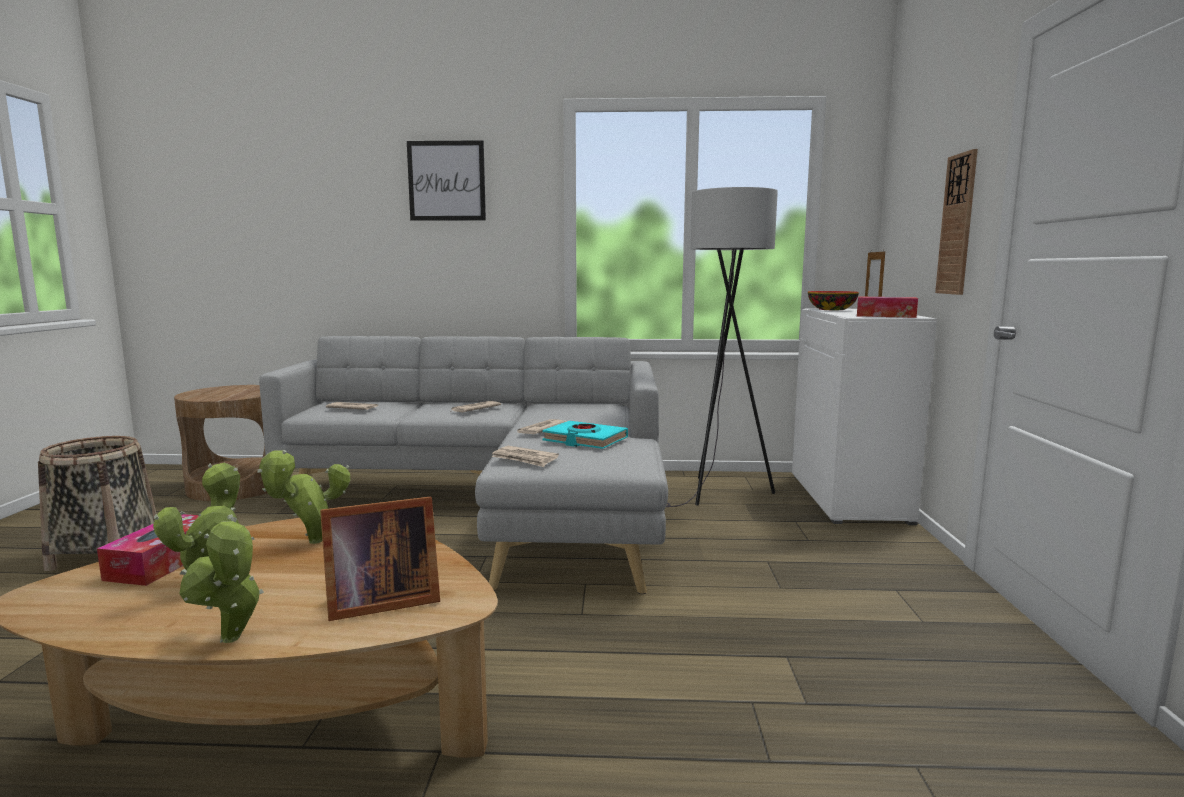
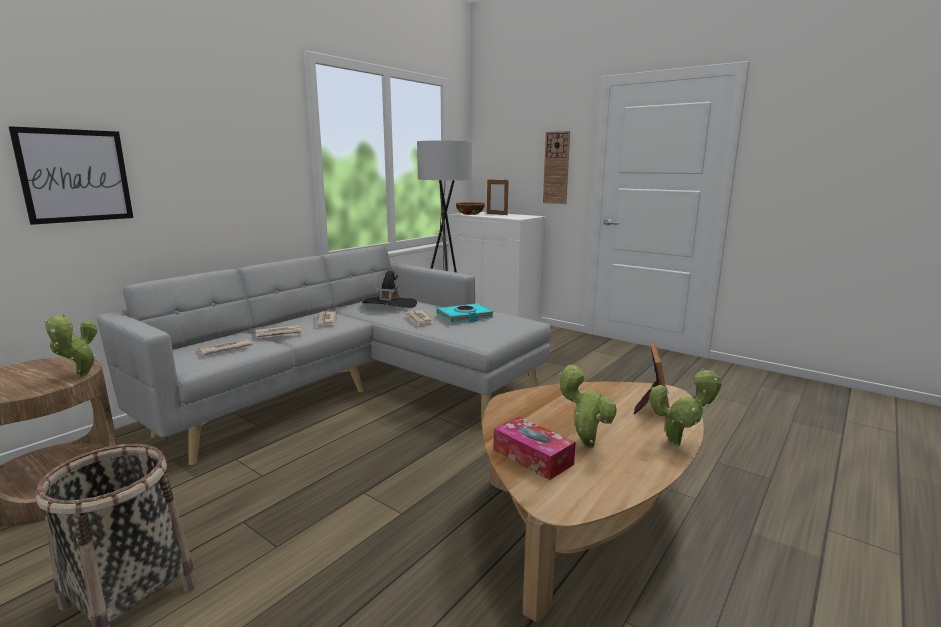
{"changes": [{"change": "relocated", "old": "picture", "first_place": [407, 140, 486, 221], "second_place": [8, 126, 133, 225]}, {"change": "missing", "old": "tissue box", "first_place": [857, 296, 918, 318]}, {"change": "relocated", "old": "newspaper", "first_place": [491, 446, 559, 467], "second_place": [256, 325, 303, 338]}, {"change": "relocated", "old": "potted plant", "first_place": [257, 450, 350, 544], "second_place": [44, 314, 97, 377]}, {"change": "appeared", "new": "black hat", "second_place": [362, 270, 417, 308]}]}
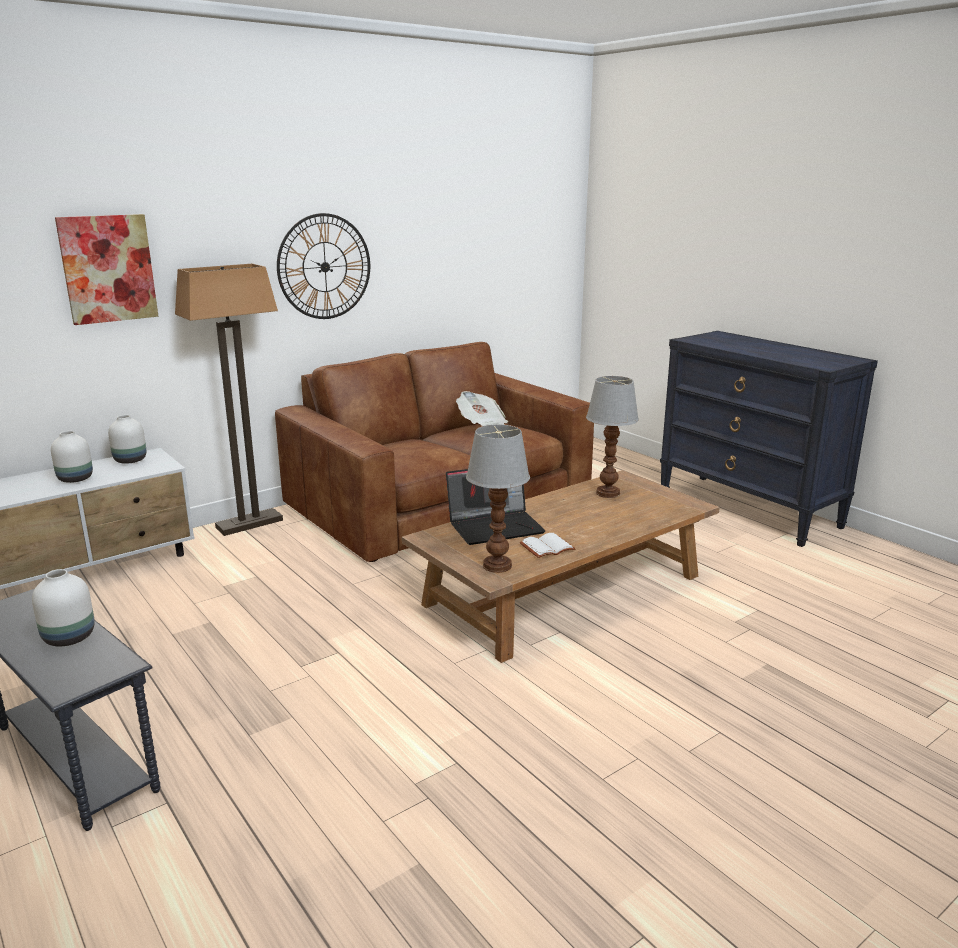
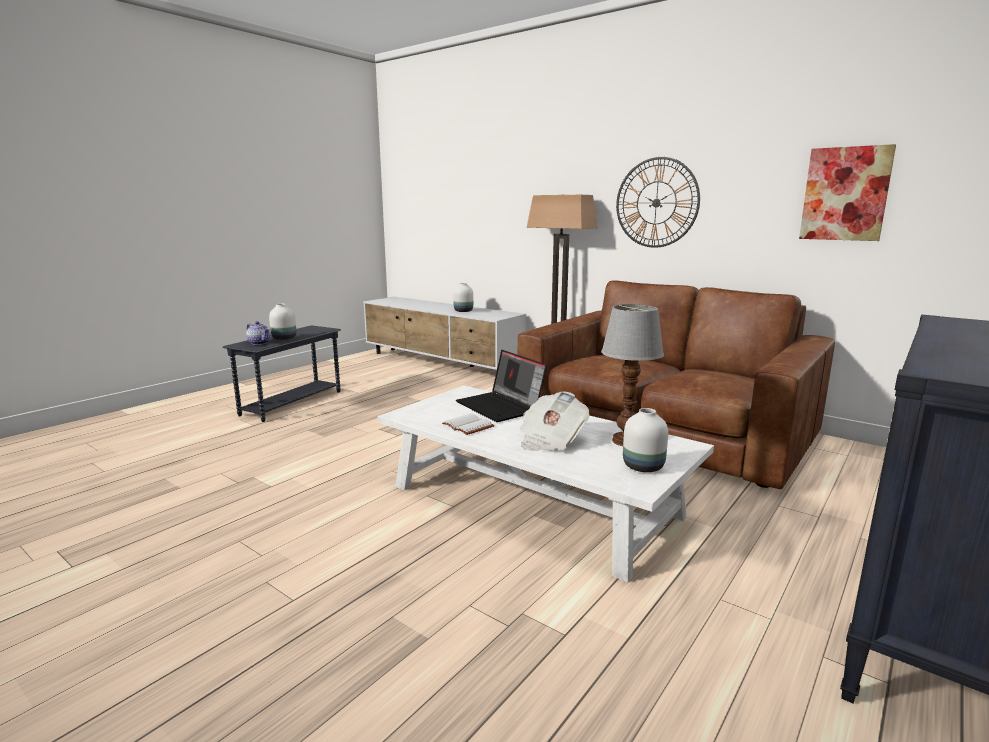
{"changes": [{"change": "relocated", "old": "picture", "first_place": [55, 214, 158, 325], "second_place": [799, 144, 896, 241]}, {"change": "relocated", "old": "newspaper", "first_place": [456, 391, 508, 426], "second_place": [520, 391, 590, 451]}, {"change": "relocated", "old": "white vase", "first_place": [108, 415, 146, 464], "second_place": [623, 408, 668, 472]}, {"change": "missing", "old": "table lamp", "first_place": [466, 425, 530, 573]}, {"change": "colour", "old": "brown coffee table", "new": "white coffee table", "first_place": [402, 470, 720, 663], "second_place": [378, 386, 714, 582]}, {"change": "appeared", "new": "teapot", "second_place": [246, 321, 271, 345]}]}
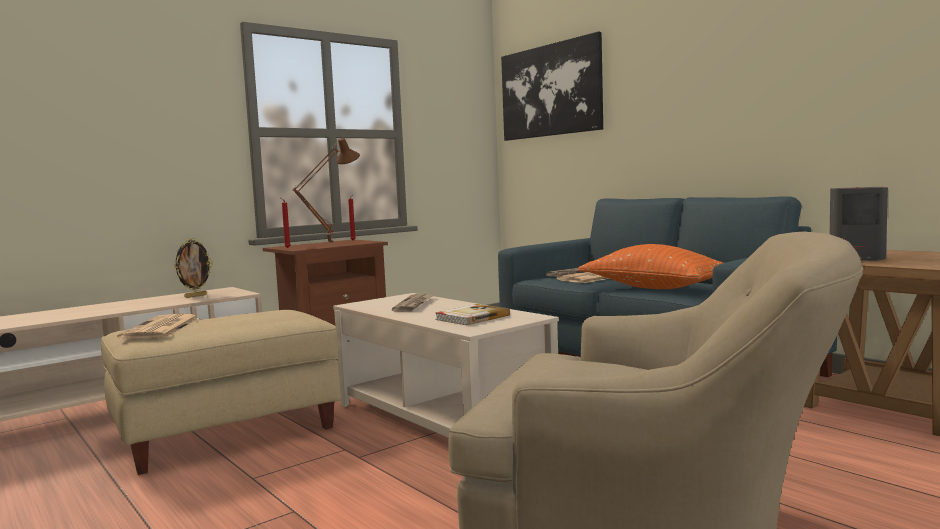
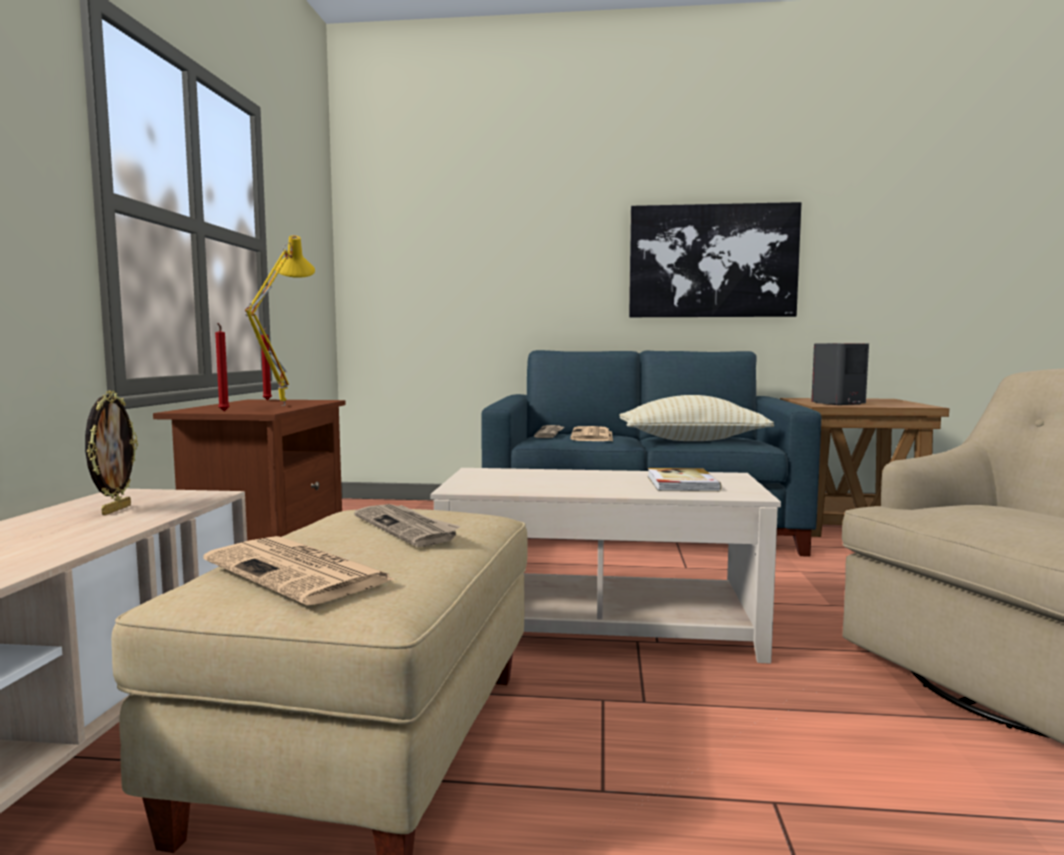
{"changes": [{"change": "relocated", "old": "picture", "first_place": [501, 32, 603, 141], "second_place": [629, 202, 802, 317]}, {"change": "colour", "old": "brown table lamp", "new": "yellow table lamp", "first_place": [292, 138, 360, 245], "second_place": [245, 235, 315, 406]}, {"change": "colour", "old": "orange pillow", "new": "beige pillow", "first_place": [578, 244, 723, 289], "second_place": [619, 395, 774, 441]}, {"change": "relocated", "old": "newspaper", "first_place": [392, 294, 434, 312], "second_place": [354, 504, 461, 547]}]}
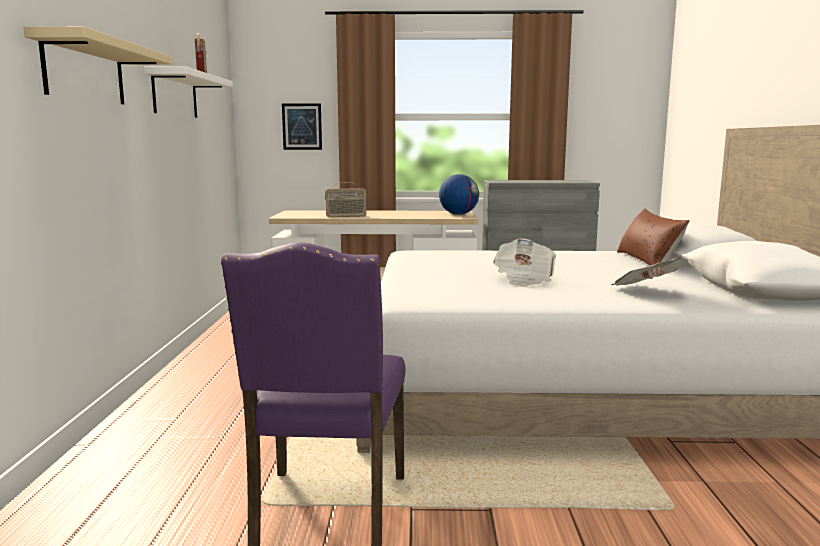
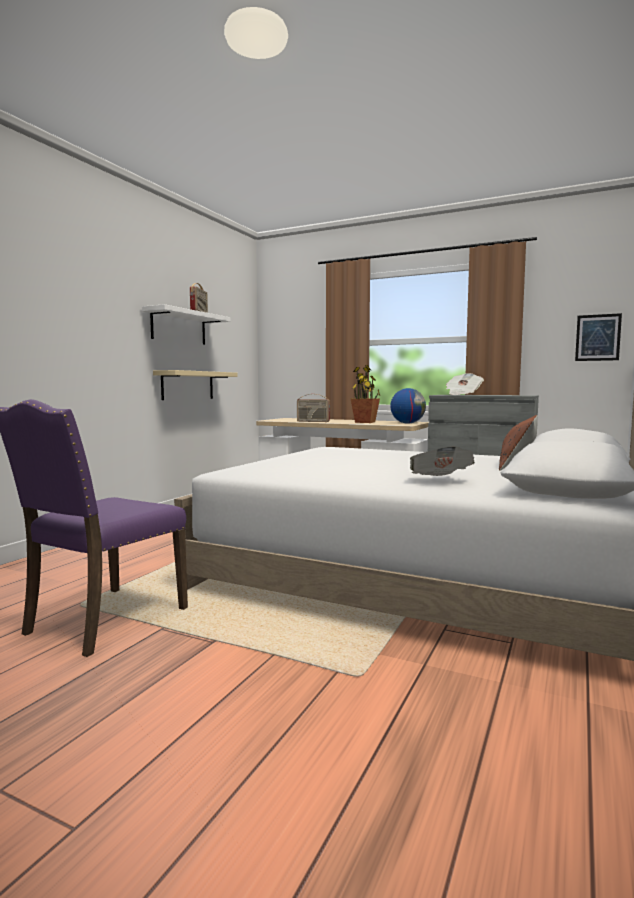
{"changes": [{"change": "relocated", "old": "beige shelf", "first_place": [23, 26, 172, 104], "second_place": [153, 370, 238, 400]}, {"change": "relocated", "old": "picture", "first_place": [282, 103, 322, 150], "second_place": [575, 313, 622, 361]}, {"change": "relocated", "old": "newspaper", "first_place": [493, 239, 556, 287], "second_place": [446, 373, 484, 395]}, {"change": "appeared", "new": "potted plant", "second_place": [351, 365, 380, 423]}]}
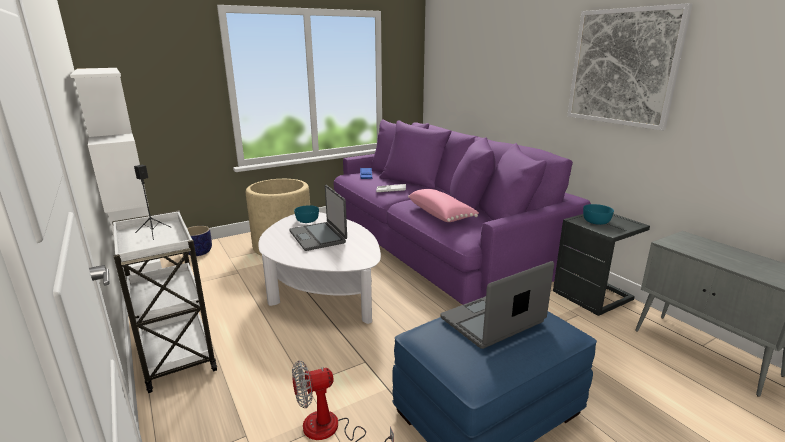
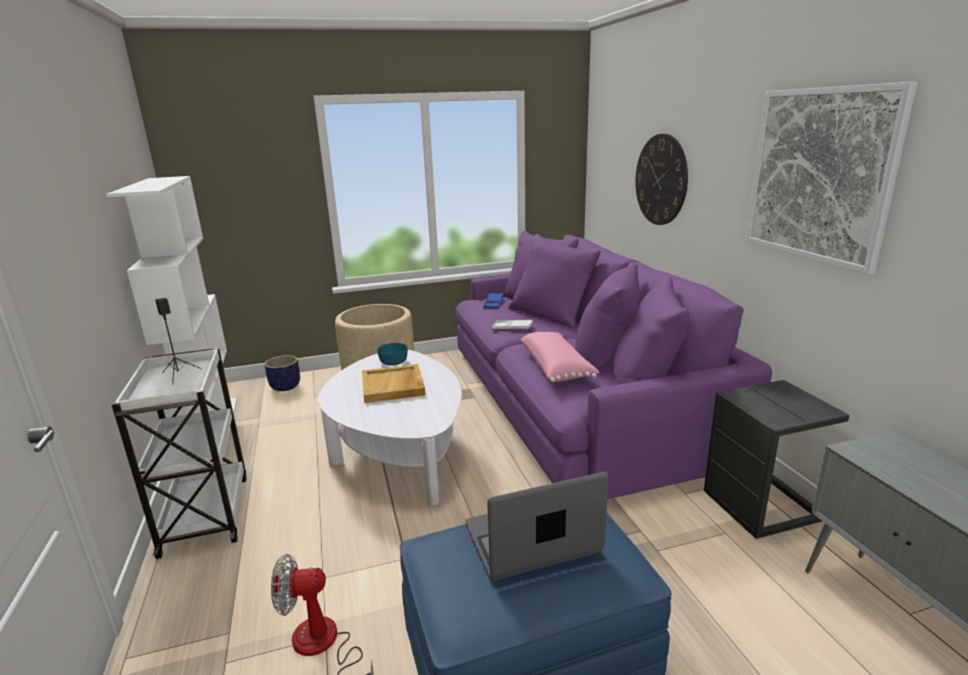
{"changes": [{"change": "exchanged", "old": "laptop", "new": "beige tray", "first_place": [289, 185, 347, 251], "second_place": [362, 364, 426, 403]}, {"change": "missing", "old": "turquoise bowl", "first_place": [583, 204, 614, 225]}, {"change": "appeared", "new": "wall clock", "second_place": [635, 134, 688, 225]}]}
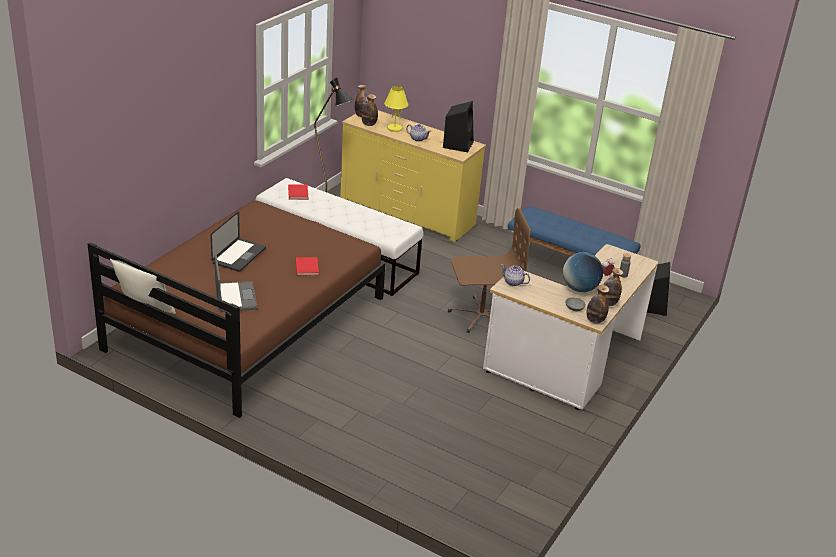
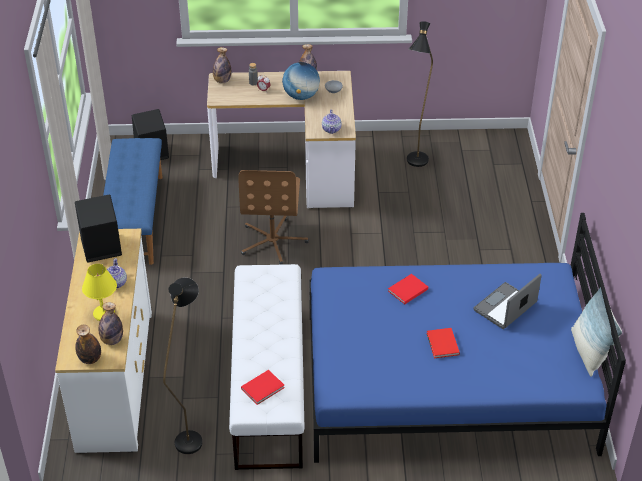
{"changes": [{"change": "colour", "old": "yellow dresser", "new": "white dresser", "first_place": [340, 110, 486, 242], "second_place": [55, 229, 152, 453]}, {"change": "colour", "old": "brown bed", "new": "blue bed", "first_place": [88, 201, 385, 418], "second_place": [309, 213, 626, 463]}, {"change": "spun", "old": "brown office chair", "first_place": [448, 208, 531, 333], "second_place": [238, 170, 309, 265], "degrees": -135}, {"change": "exchanged", "old": "laptop", "new": "red book", "first_place": [211, 211, 266, 272], "second_place": [427, 328, 460, 358]}, {"change": "relocated", "old": "bottle", "first_place": [586, 285, 609, 324], "second_place": [213, 47, 231, 83]}, {"change": "appeared", "new": "black floor lamp", "second_place": [407, 21, 433, 167]}]}
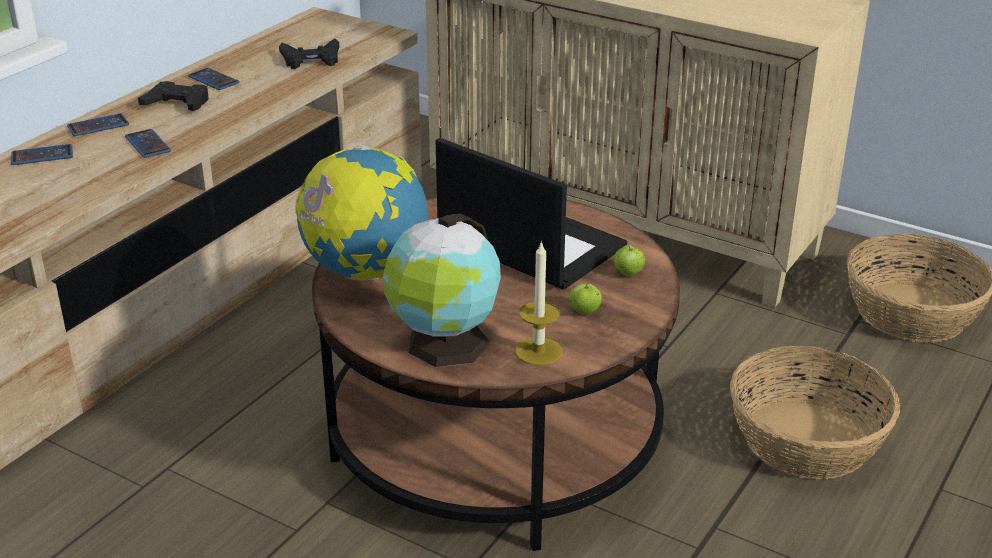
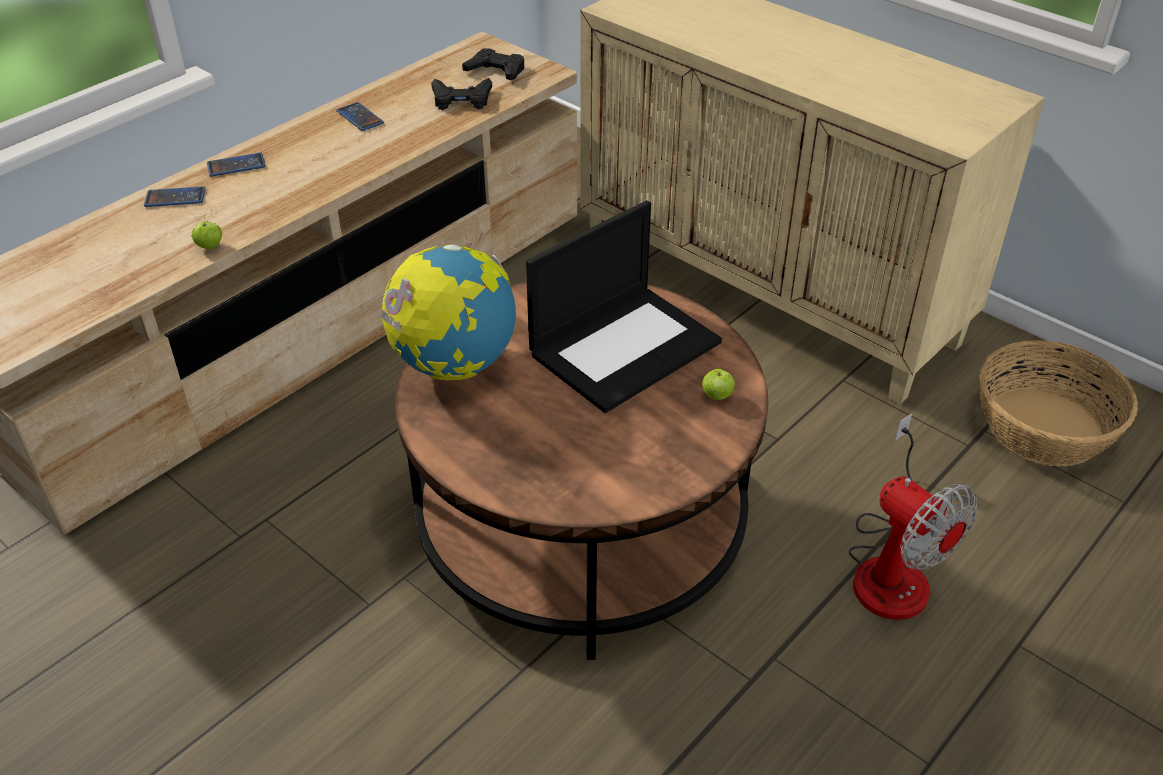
{"changes": [{"change": "relocated", "old": "black game controller", "first_place": [138, 81, 209, 111], "second_place": [462, 48, 524, 80]}, {"change": "missing", "old": "phone", "first_place": [125, 129, 171, 158]}, {"change": "spun", "old": "laptop", "first_place": [436, 138, 627, 290], "second_place": [526, 200, 722, 413], "degrees": 90}, {"change": "missing", "old": "globe", "first_place": [383, 214, 501, 367]}, {"change": "missing", "old": "candle", "first_place": [515, 240, 562, 365]}, {"change": "relocated", "old": "apple", "first_place": [569, 282, 602, 315], "second_place": [192, 221, 222, 250]}, {"change": "exchanged", "old": "basket", "new": "fan", "first_place": [730, 346, 900, 479], "second_place": [849, 413, 978, 620]}]}
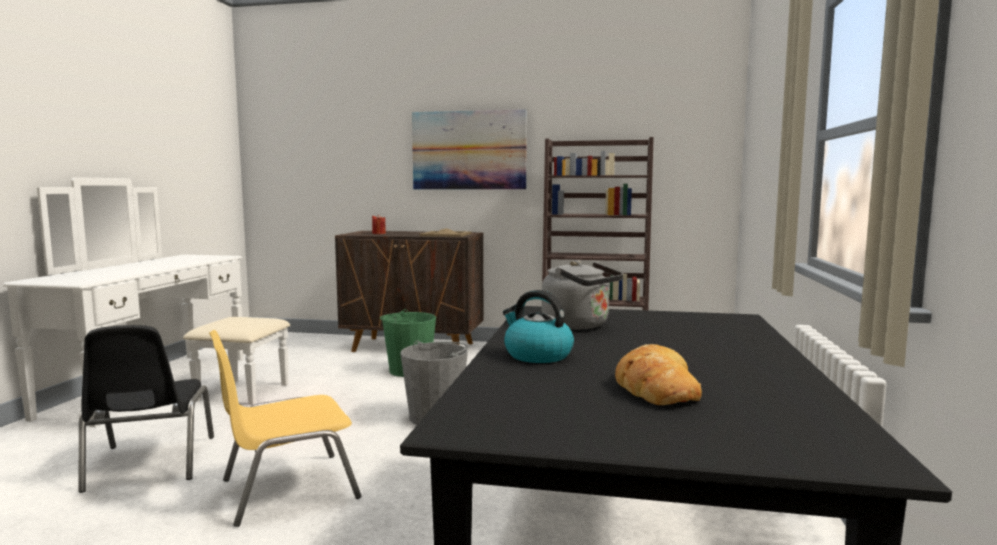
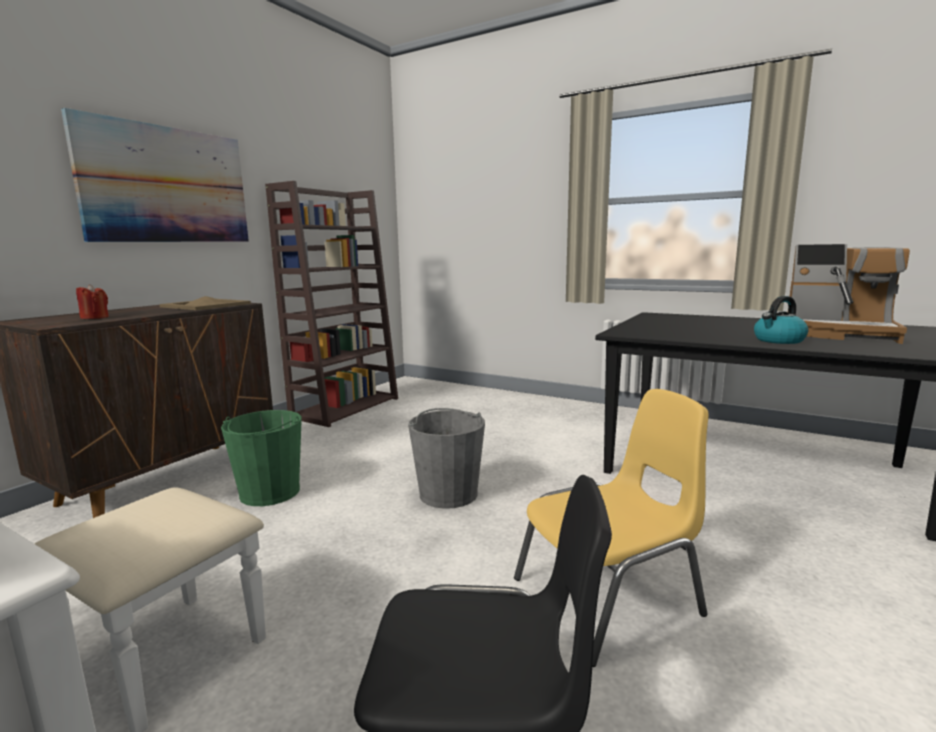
{"changes": [{"change": "missing", "old": "grey kettle", "first_place": [542, 260, 623, 330]}, {"change": "spun", "old": "yellow chair", "first_place": [209, 330, 361, 527], "second_place": [514, 389, 709, 667], "degrees": -105}, {"change": "exchanged", "old": "bread", "new": "coffee machine", "first_place": [615, 344, 702, 405], "second_place": [788, 244, 910, 344]}]}
